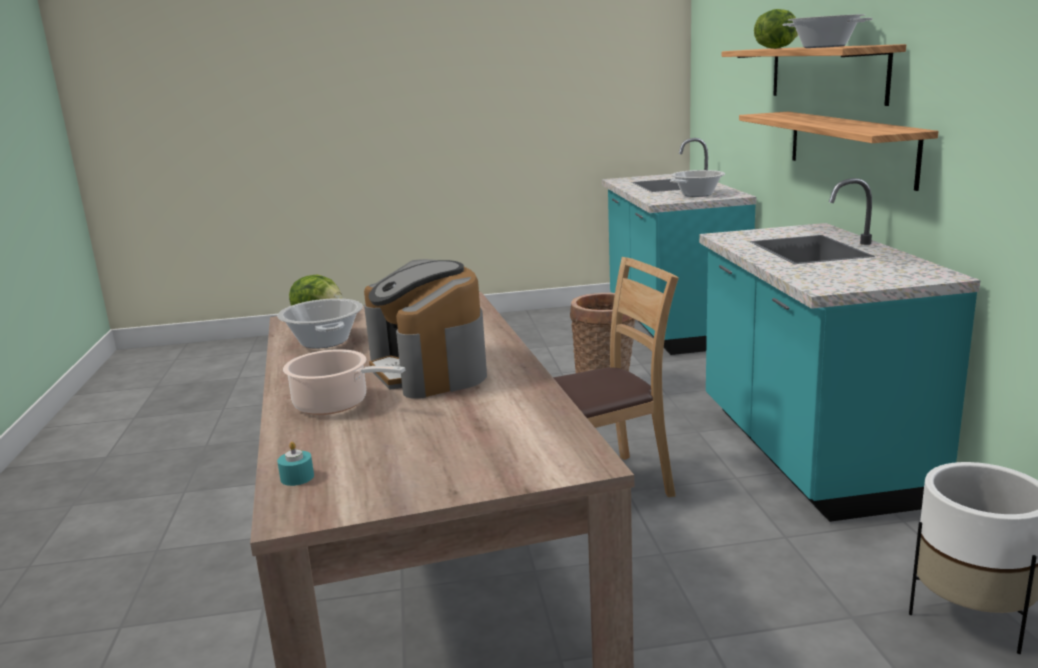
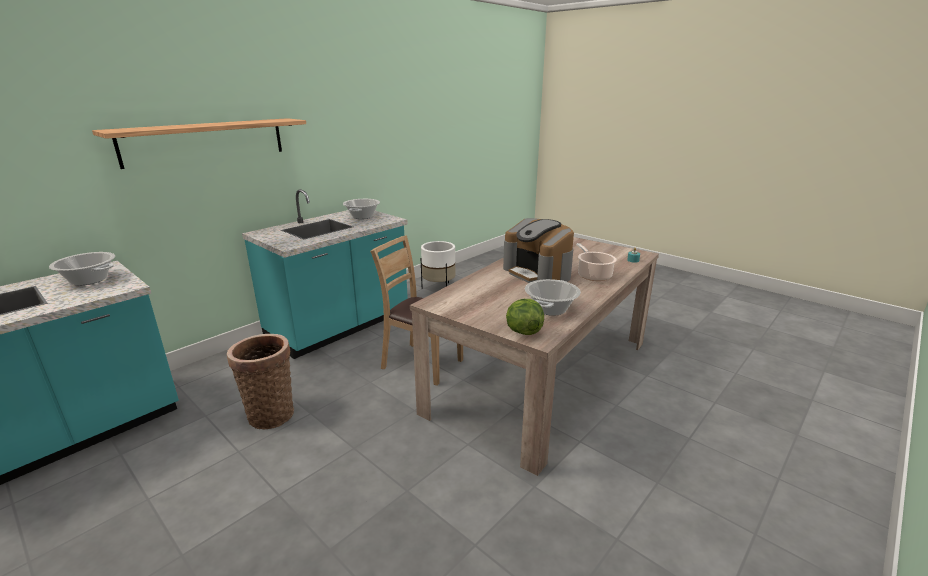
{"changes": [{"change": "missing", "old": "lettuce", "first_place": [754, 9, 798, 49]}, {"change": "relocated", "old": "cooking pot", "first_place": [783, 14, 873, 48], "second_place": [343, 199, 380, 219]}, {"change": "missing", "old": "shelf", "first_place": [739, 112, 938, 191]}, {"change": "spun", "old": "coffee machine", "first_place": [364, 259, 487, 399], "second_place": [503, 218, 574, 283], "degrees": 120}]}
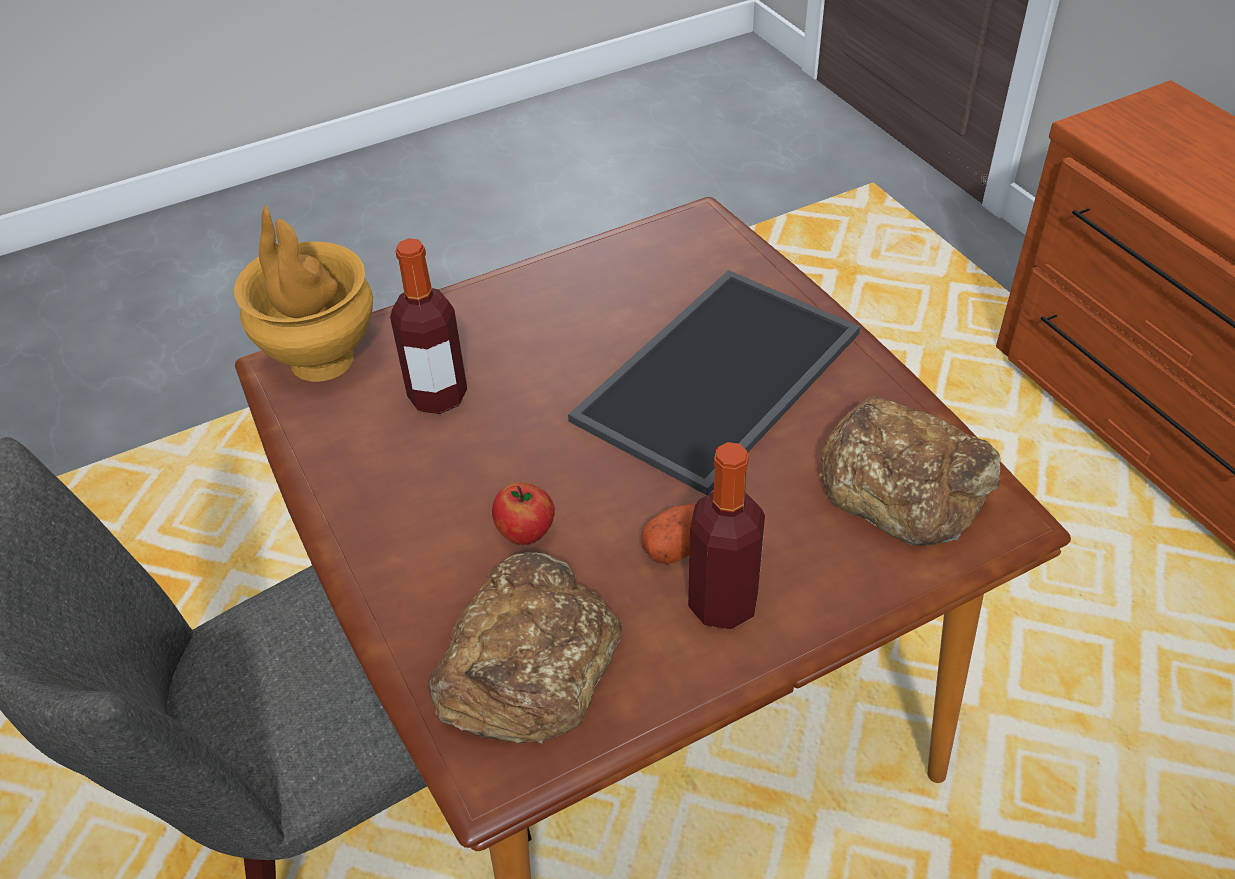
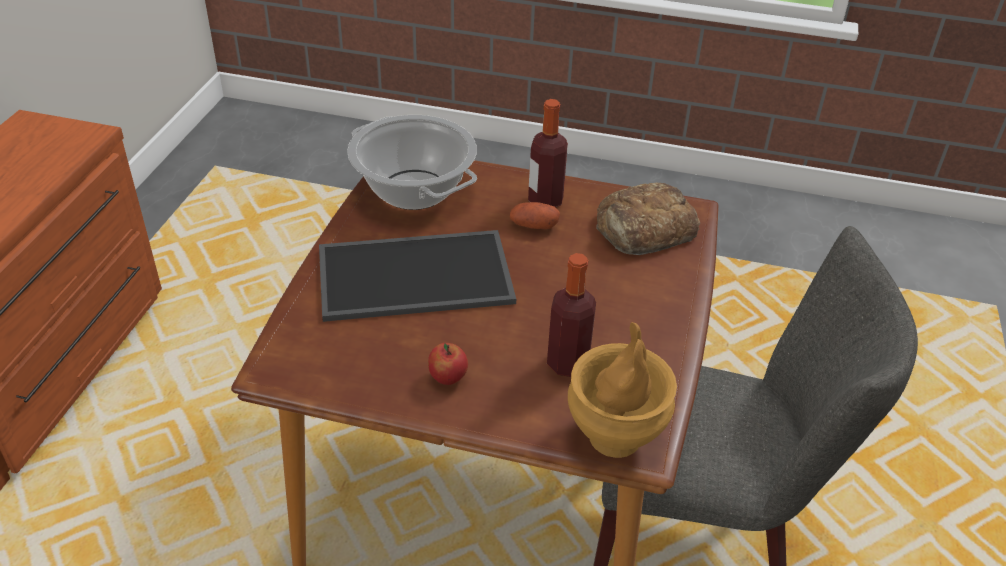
{"changes": [{"change": "exchanged", "old": "bread", "new": "cooking pot", "first_place": [820, 396, 1001, 546], "second_place": [347, 115, 477, 210]}, {"change": "relocated", "old": "apple", "first_place": [492, 483, 555, 545], "second_place": [428, 343, 468, 385]}]}
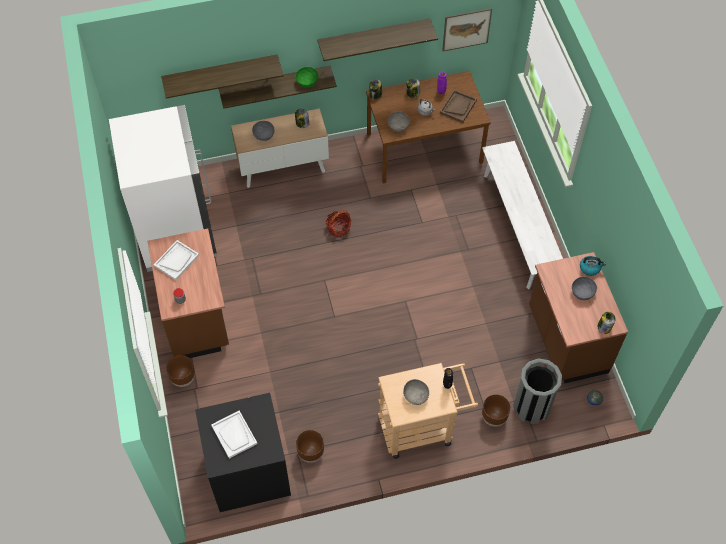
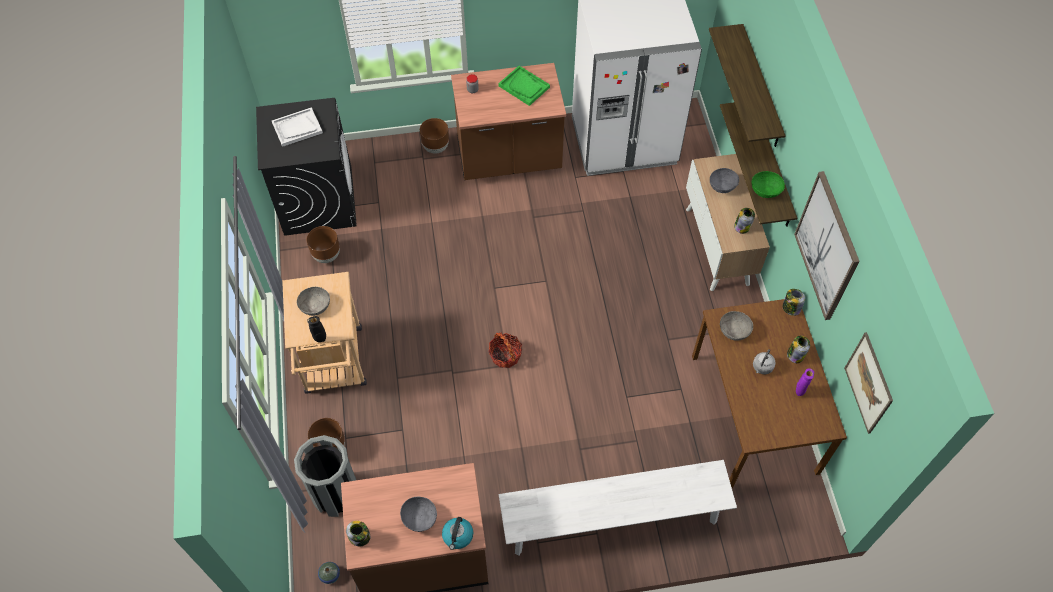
{"changes": [{"change": "exchanged", "old": "shelf", "new": "picture", "first_place": [317, 19, 438, 61], "second_place": [794, 171, 860, 320]}, {"change": "missing", "old": "brown tray", "first_place": [440, 90, 477, 123]}, {"change": "relocated", "old": "basket", "first_place": [325, 210, 352, 237], "second_place": [489, 332, 522, 368]}, {"change": "colour", "old": "white tray", "new": "green tray", "first_place": [154, 240, 199, 280], "second_place": [498, 66, 550, 106]}]}
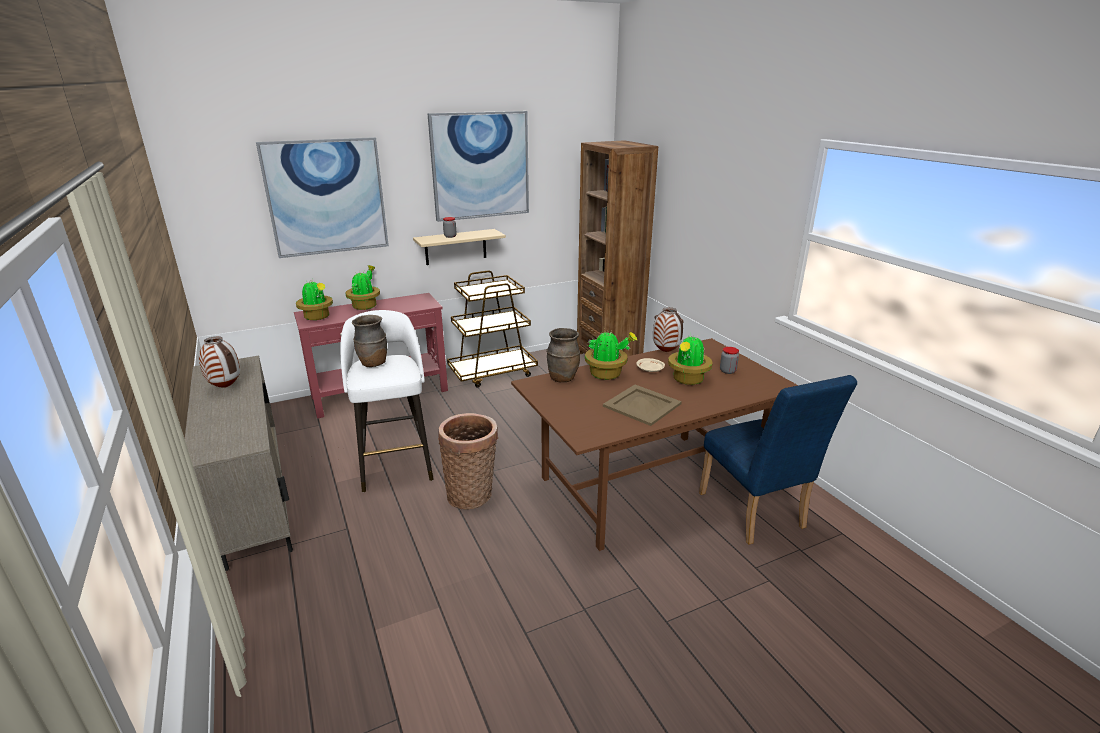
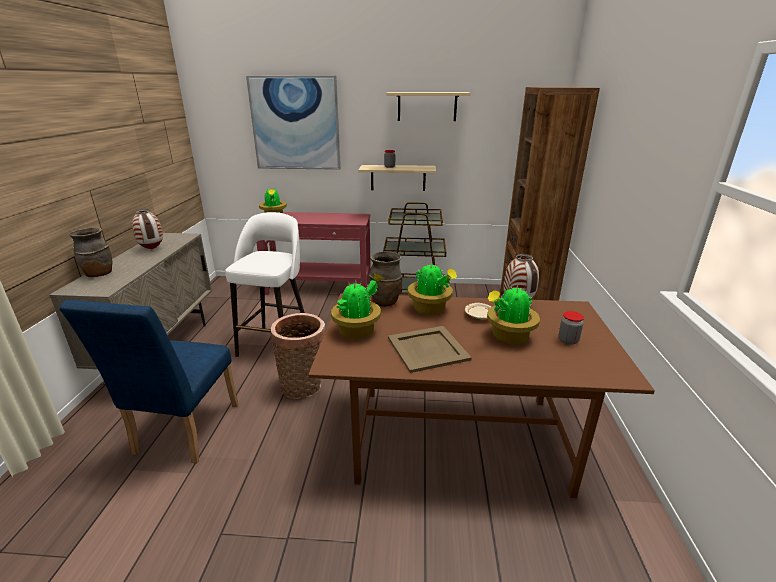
{"changes": [{"change": "exchanged", "old": "picture", "new": "beige shelf", "first_place": [427, 111, 529, 222], "second_place": [386, 92, 471, 121]}, {"change": "relocated", "old": "potted plant", "first_place": [345, 265, 380, 310], "second_place": [331, 273, 383, 339]}, {"change": "relocated", "old": "brown vase", "first_place": [352, 315, 387, 367], "second_place": [69, 227, 113, 277]}, {"change": "relocated", "old": "blue chair", "first_place": [699, 375, 857, 545], "second_place": [59, 300, 239, 464]}]}
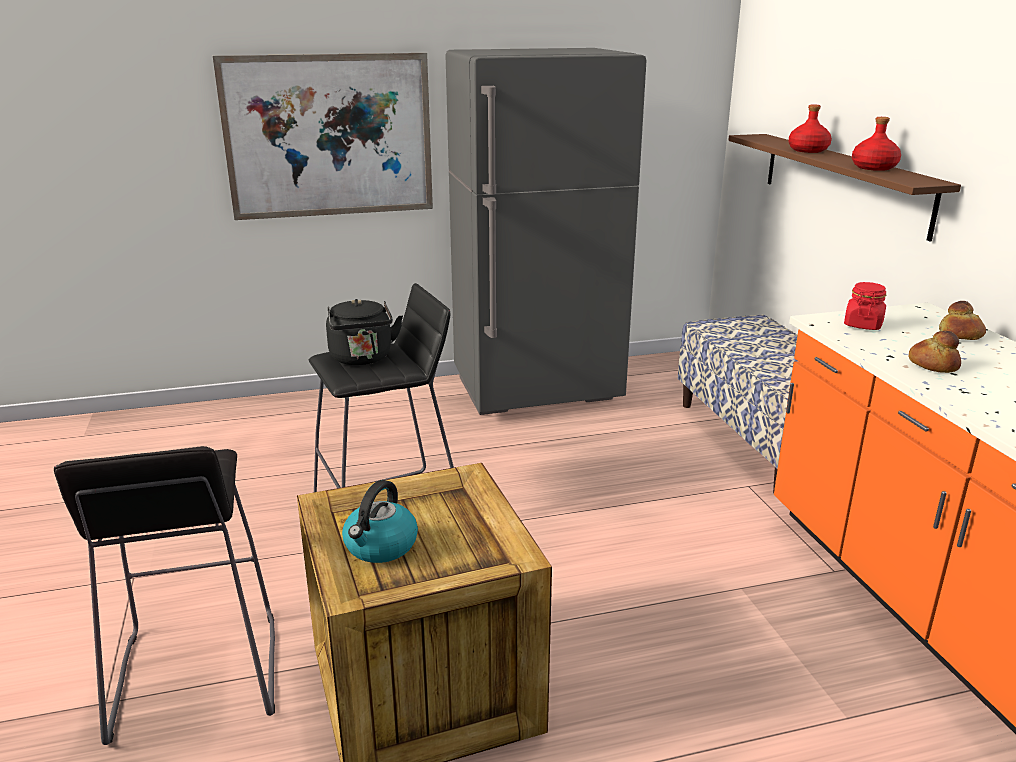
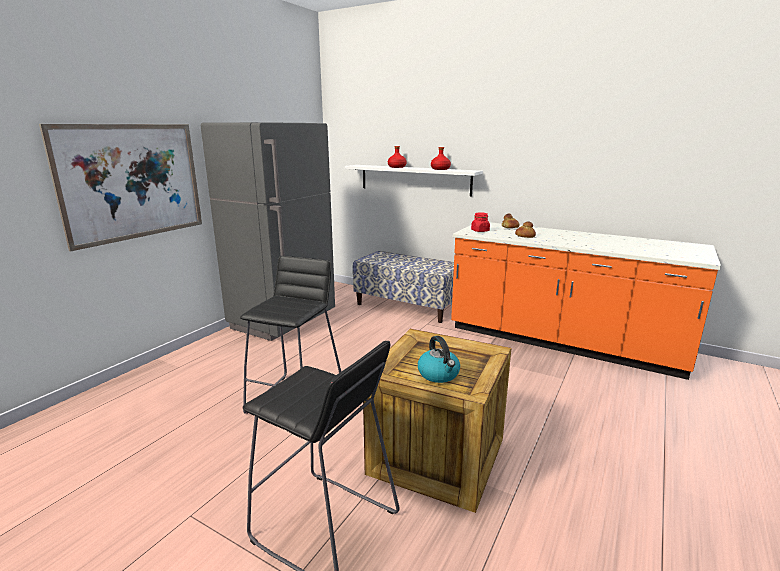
{"changes": [{"change": "colour", "old": "brown shelf", "new": "white shelf", "first_place": [728, 134, 961, 242], "second_place": [345, 165, 483, 196]}, {"change": "missing", "old": "black kettle", "first_place": [326, 299, 403, 365]}]}
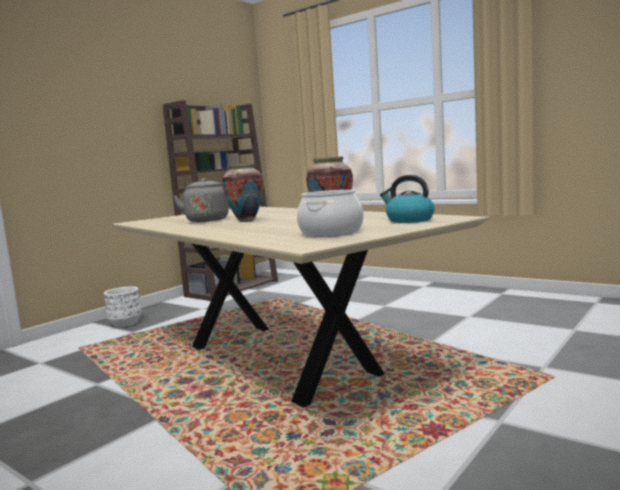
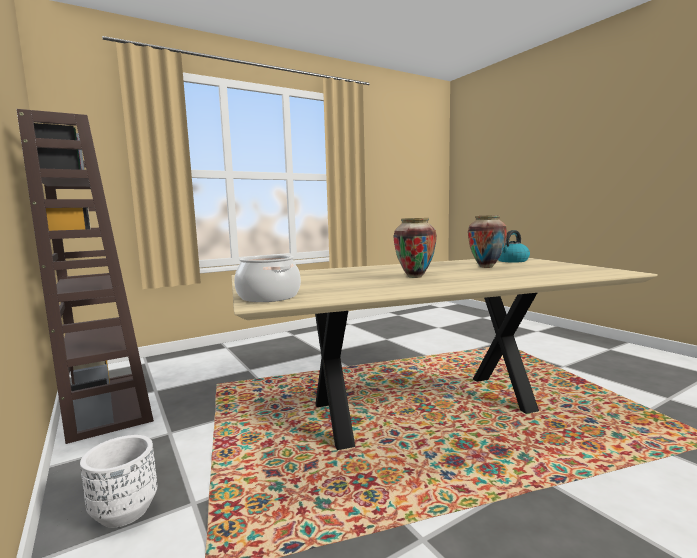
{"changes": [{"change": "missing", "old": "grey kettle", "first_place": [173, 178, 229, 222]}, {"change": "relocated", "old": "cooking pot", "first_place": [297, 190, 363, 237], "second_place": [234, 255, 301, 302]}]}
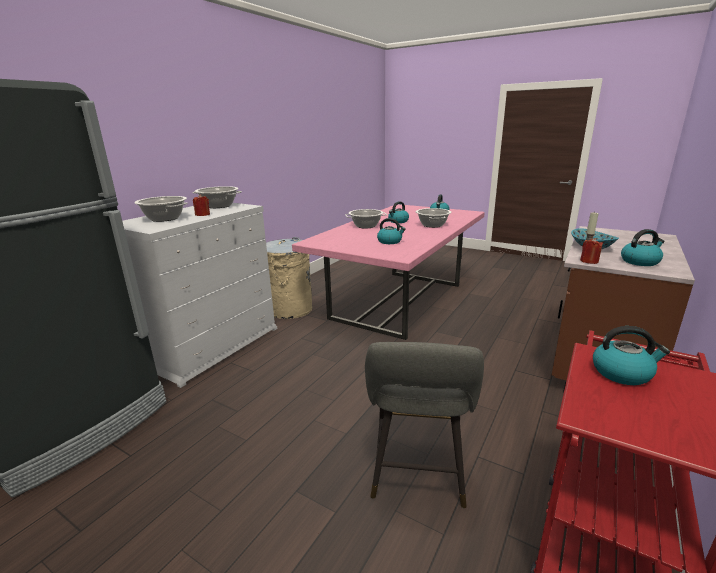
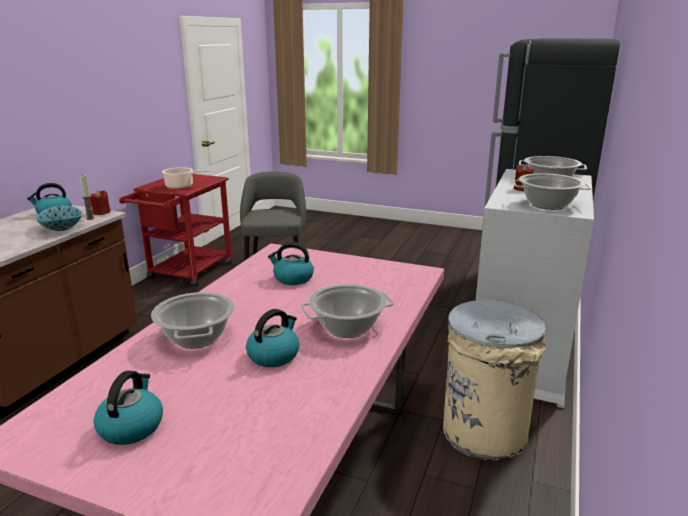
{"changes": [{"change": "exchanged", "old": "kettle", "new": "cooking pot", "first_place": [593, 326, 670, 385], "second_place": [162, 167, 211, 189]}]}
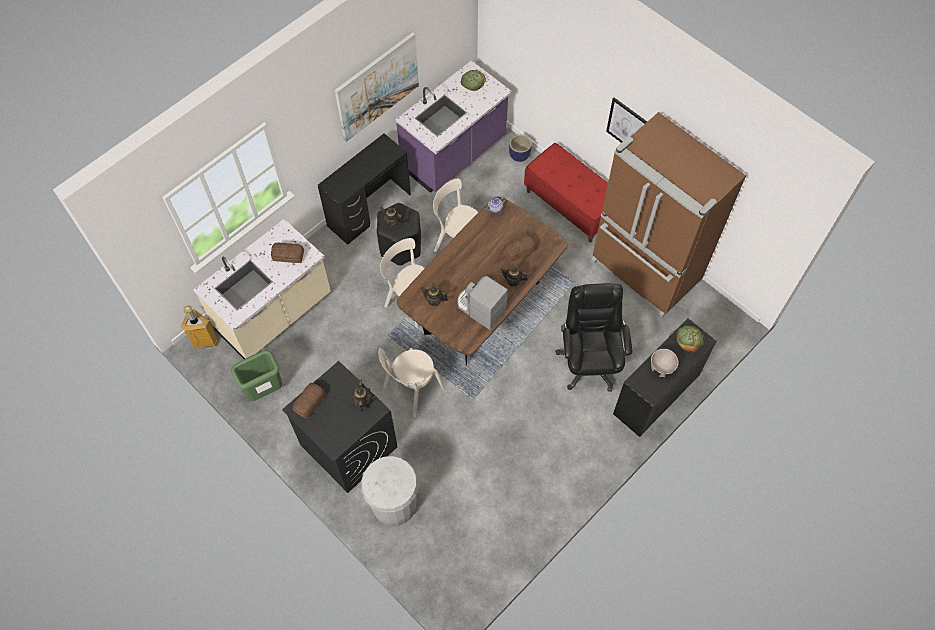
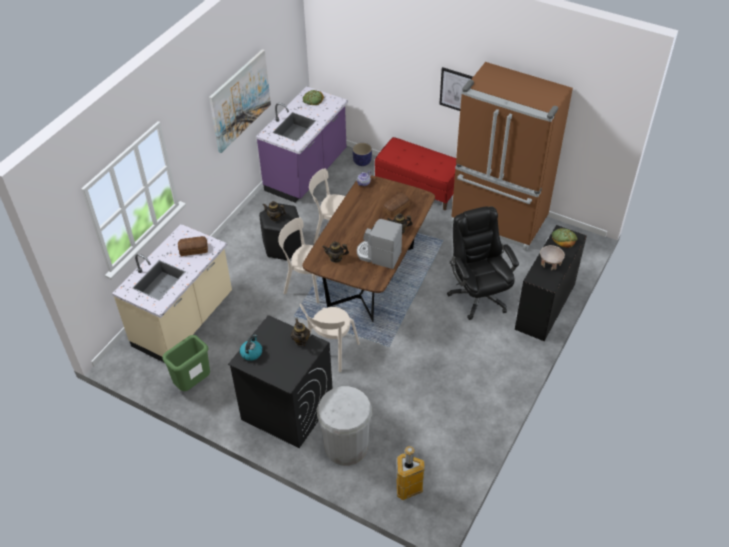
{"changes": [{"change": "missing", "old": "black desk", "first_place": [318, 133, 411, 245]}, {"change": "relocated", "old": "trash can", "first_place": [181, 305, 219, 349], "second_place": [397, 446, 425, 500]}, {"change": "exchanged", "old": "bread", "new": "kettle", "first_place": [293, 383, 326, 419], "second_place": [240, 335, 262, 361]}]}
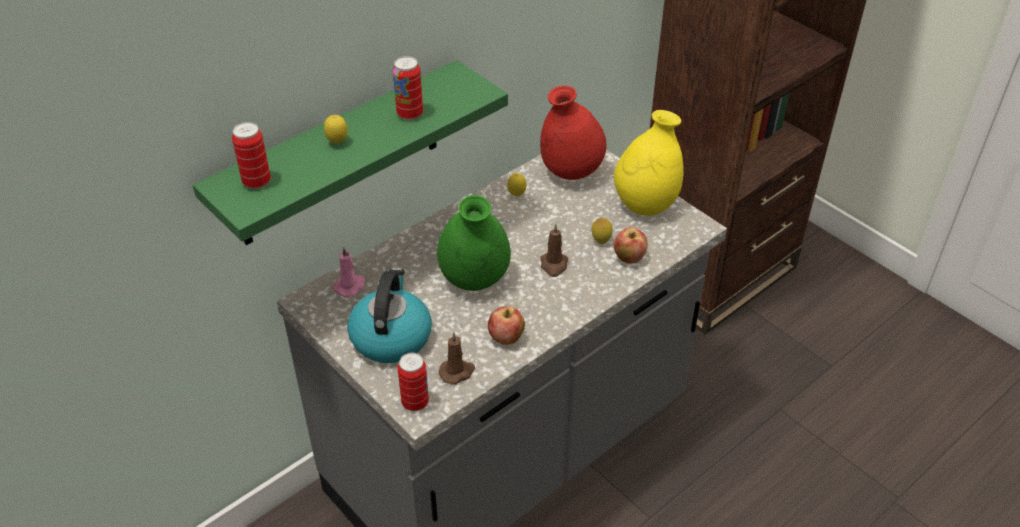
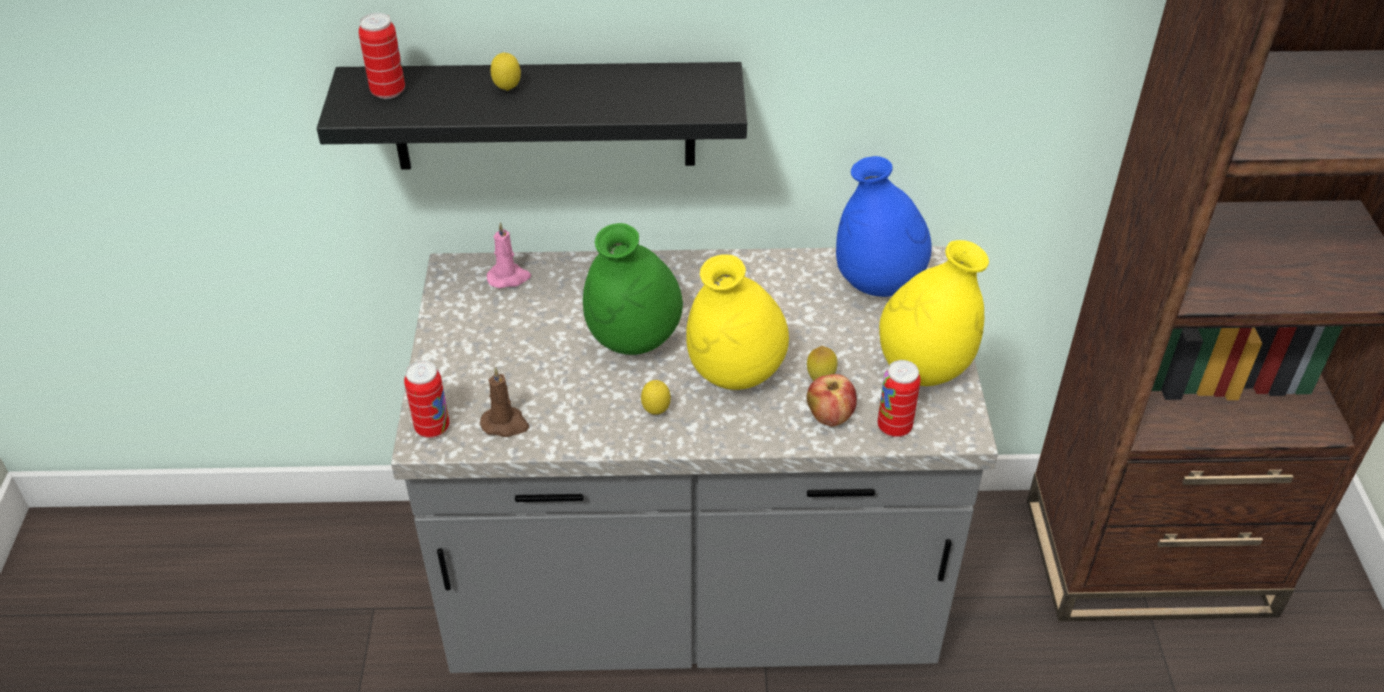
{"changes": [{"change": "relocated", "old": "can", "first_place": [393, 56, 423, 120], "second_place": [877, 360, 921, 437]}, {"change": "colour", "old": "green shelf", "new": "black shelf", "first_place": [193, 60, 508, 245], "second_place": [317, 62, 747, 170]}, {"change": "colour", "old": "red vase", "new": "blue vase", "first_place": [540, 86, 607, 180], "second_place": [836, 156, 932, 297]}, {"change": "relocated", "old": "lemon", "first_place": [507, 173, 527, 196], "second_place": [641, 380, 671, 415]}, {"change": "exchanged", "old": "brown candle", "new": "yellow vase", "first_place": [541, 224, 568, 277], "second_place": [686, 255, 789, 390]}, {"change": "missing", "old": "kettle", "first_place": [347, 267, 432, 363]}, {"change": "missing", "old": "apple", "first_place": [488, 306, 525, 345]}]}
